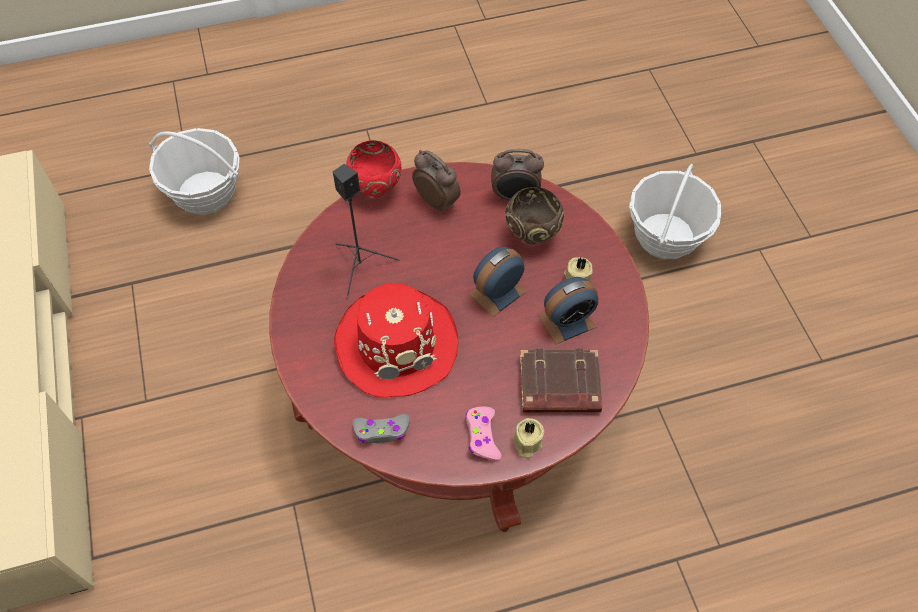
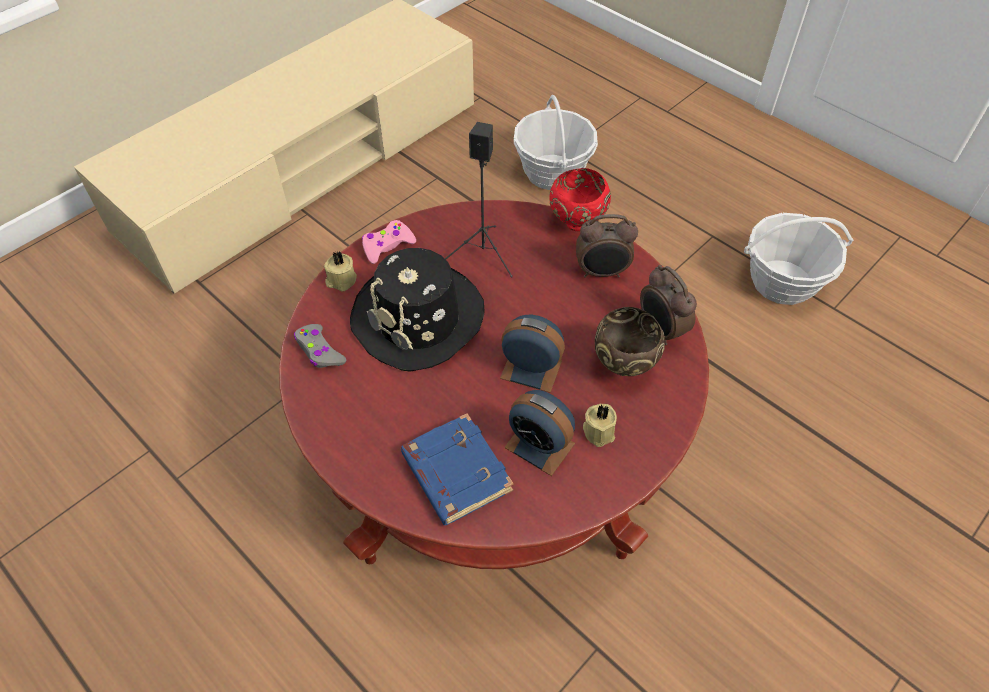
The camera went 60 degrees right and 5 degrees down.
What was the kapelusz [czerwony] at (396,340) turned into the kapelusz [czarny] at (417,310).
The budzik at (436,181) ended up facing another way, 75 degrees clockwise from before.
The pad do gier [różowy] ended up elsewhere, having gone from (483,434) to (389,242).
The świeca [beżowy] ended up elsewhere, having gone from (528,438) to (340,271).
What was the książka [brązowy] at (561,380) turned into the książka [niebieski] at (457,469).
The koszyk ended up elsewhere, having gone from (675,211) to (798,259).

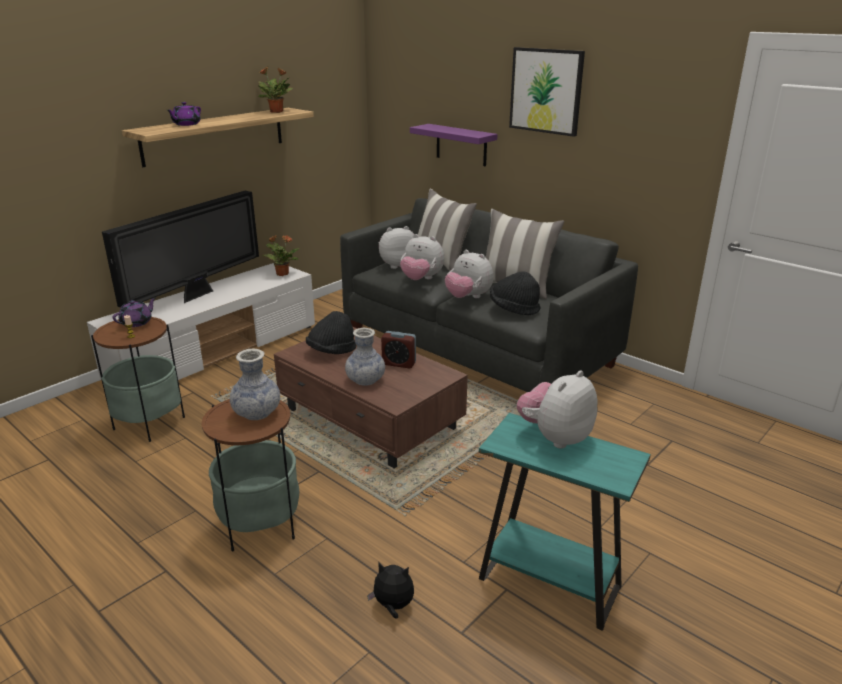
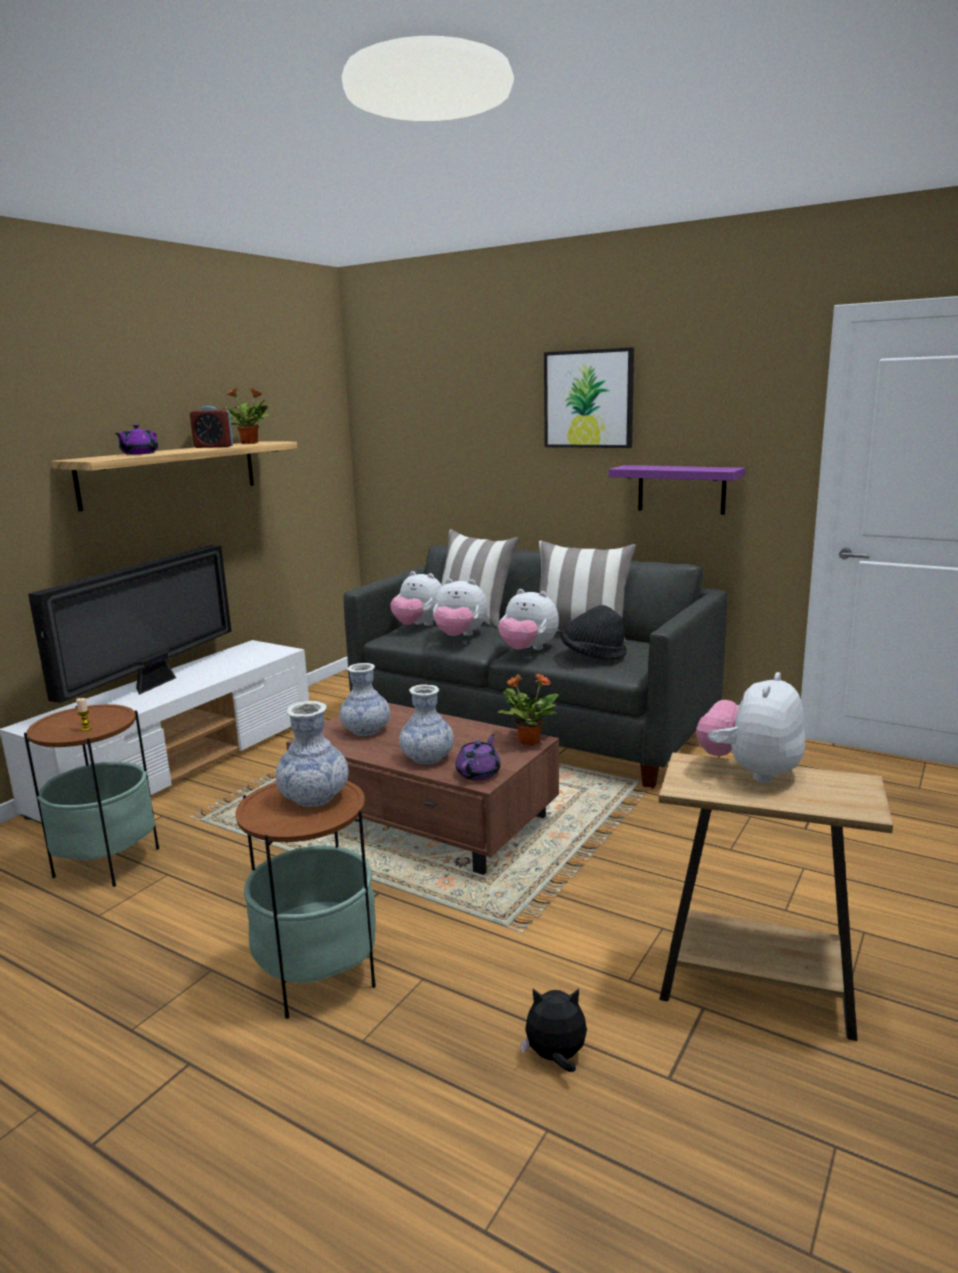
The camera went 10 degrees left and 10 degrees down.
The imbryk [fioletowy] ended up elsewhere, having gone from (134,312) to (478,757).
The roślina doniczkowa ended up elsewhere, having gone from (280,255) to (528,709).
Where the kapelusz [czarny] stood at (331,332), the wazon came to stand at (364,699).
The pluszak at (397,247) ended up facing another way, 120 degrees counterclockwise from before.
The budzik ended up elsewhere, having gone from (398,350) to (211,427).
The półka [fioletowy] ended up elsewhere, having gone from (454,145) to (676,490).
What was the stolik [turkusowy] at (565,522) turned into the stolik [brązowy] at (776,896).

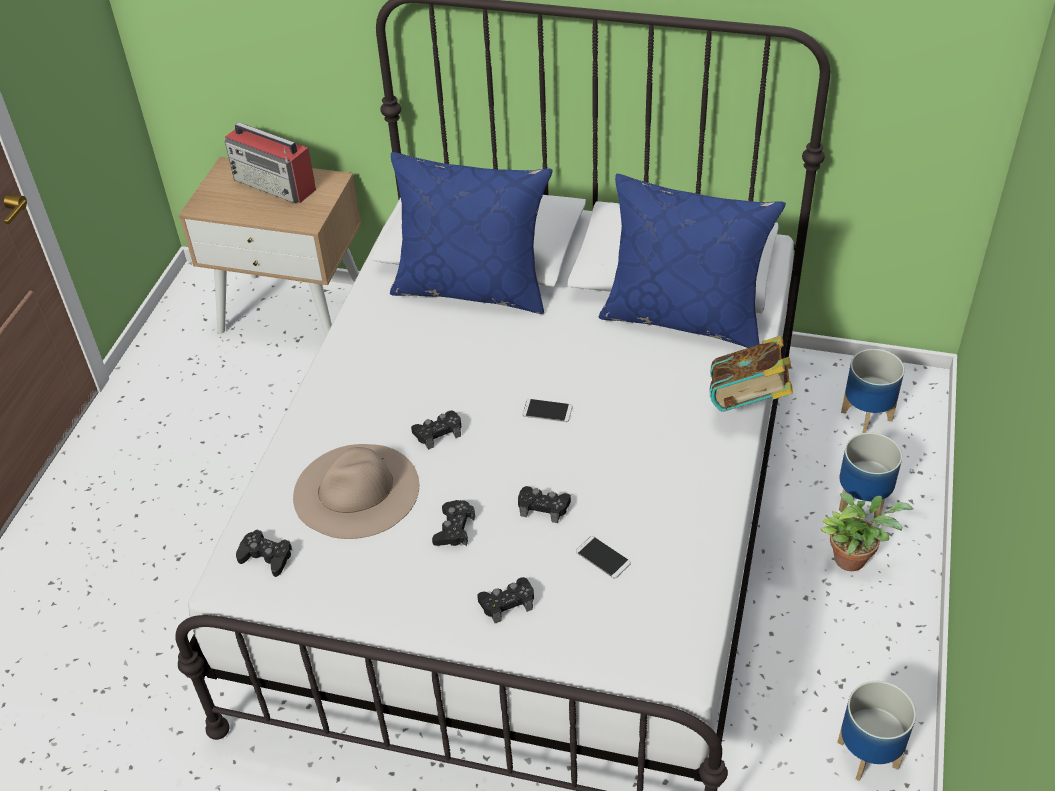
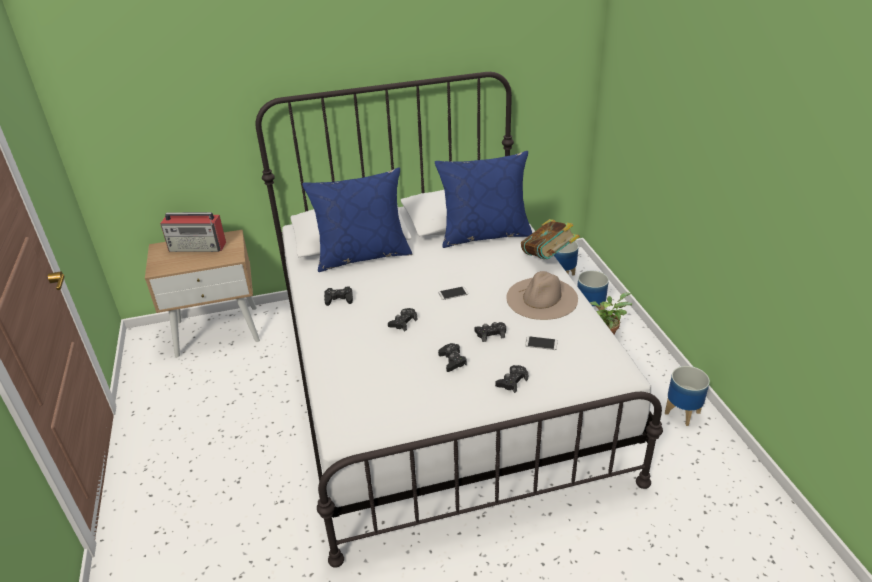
The camera went 30 degrees left and 10 degrees down.
The pad do gier [czarny] ended up elsewhere, having gone from (264,553) to (338,296).
The kapelusz [beżowy] ended up elsewhere, having gone from (356,491) to (542,295).

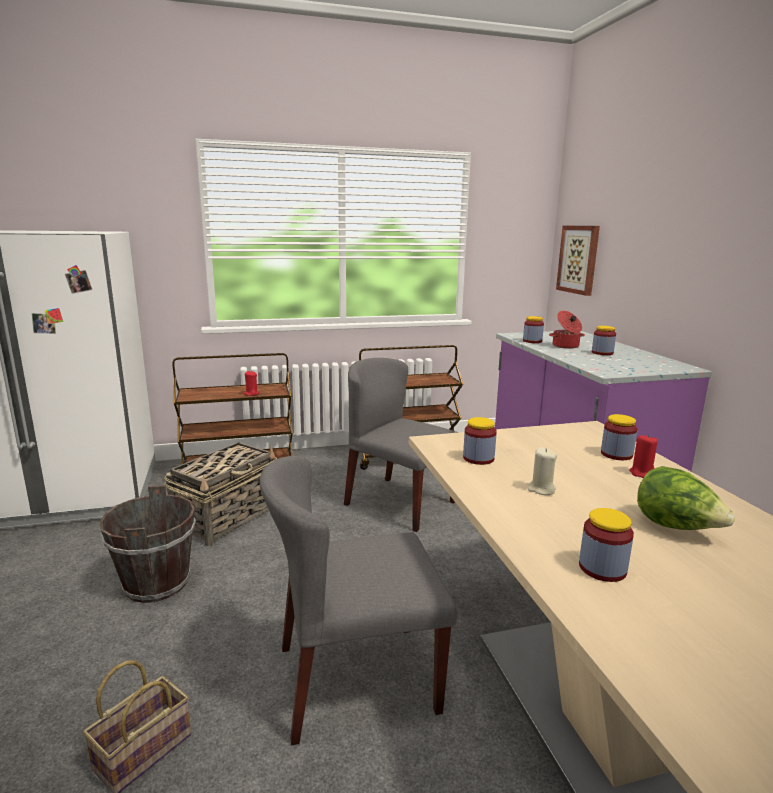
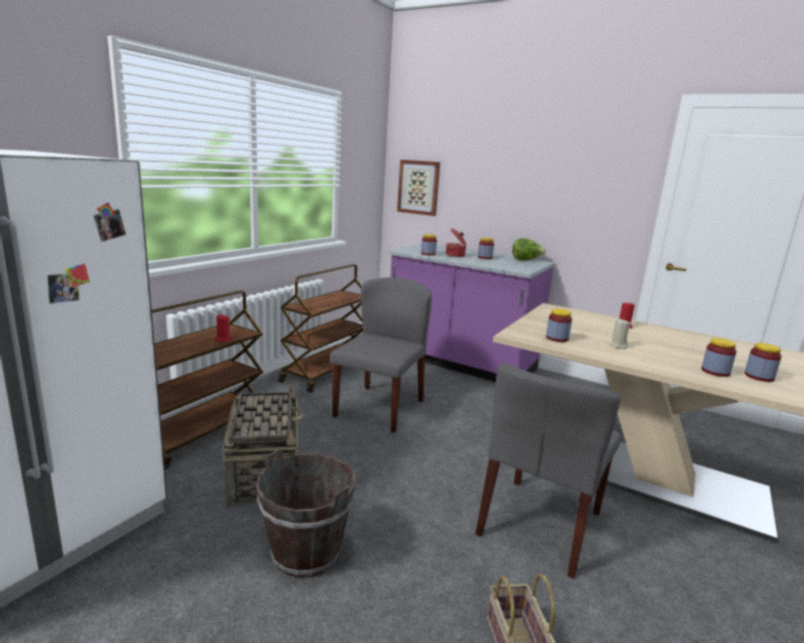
The camera went 45 degrees left and 0 degrees up.
The krzesło [szary] at (401,445) ended up facing another way, 120 degrees clockwise from before.
The słoik ended up elsewhere, having gone from (619,437) to (763,362).
The sałata ended up elsewhere, having gone from (686,498) to (529,249).

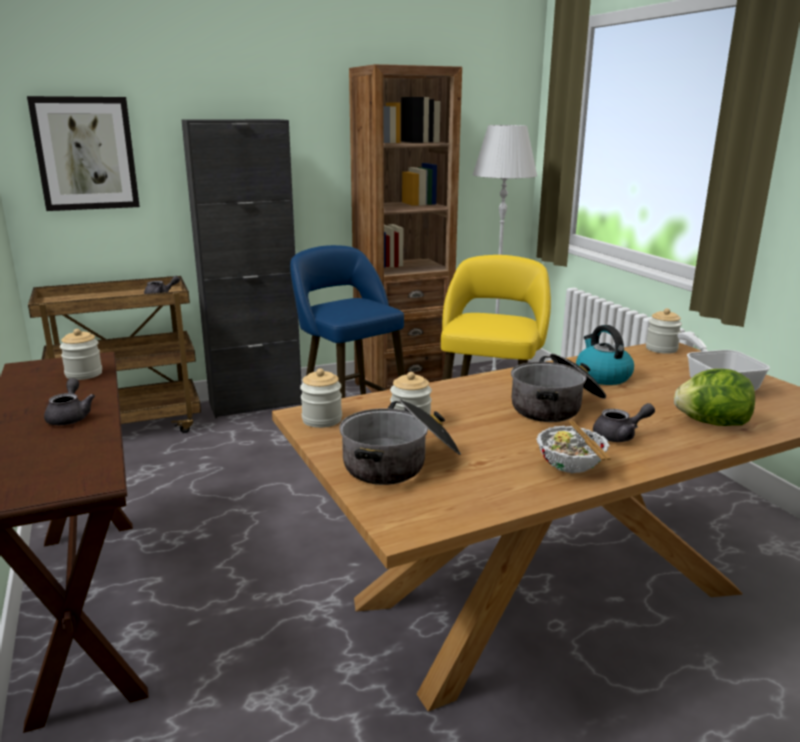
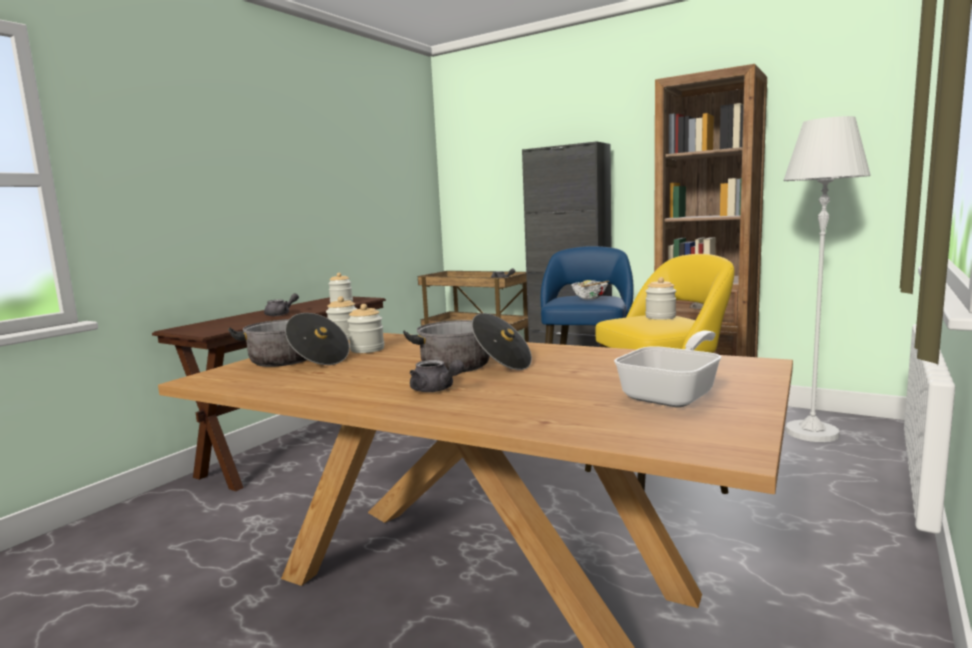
The camera went 55 degrees right and 10 degrees down.
The second view lost the obraz at (83,153).
The miska ended up elsewhere, having gone from (573,447) to (590,290).
The second view lost the czajnik at (605,355).
The słoik ended up elsewhere, having gone from (664,331) to (660,298).
The second view lost the sałata at (714,397).

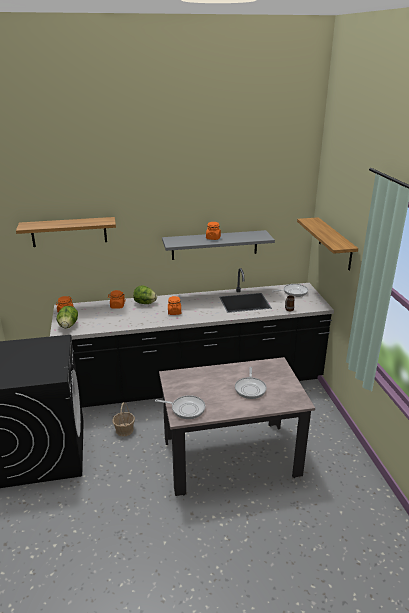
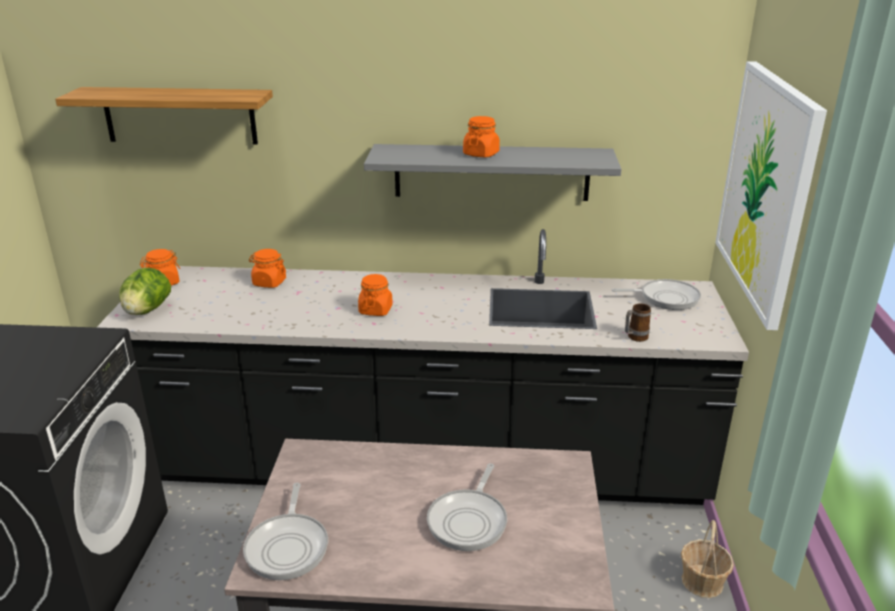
The camera went 15 degrees right and 0 degrees up.
The koszyk ended up elsewhere, having gone from (123,419) to (707,559).
The second view lost the sałata at (145,294).
The patelnia at (180,407) ended up facing another way, 60 degrees clockwise from before.
Where the półka hung at (327,243), the obraz came to hang at (771,195).

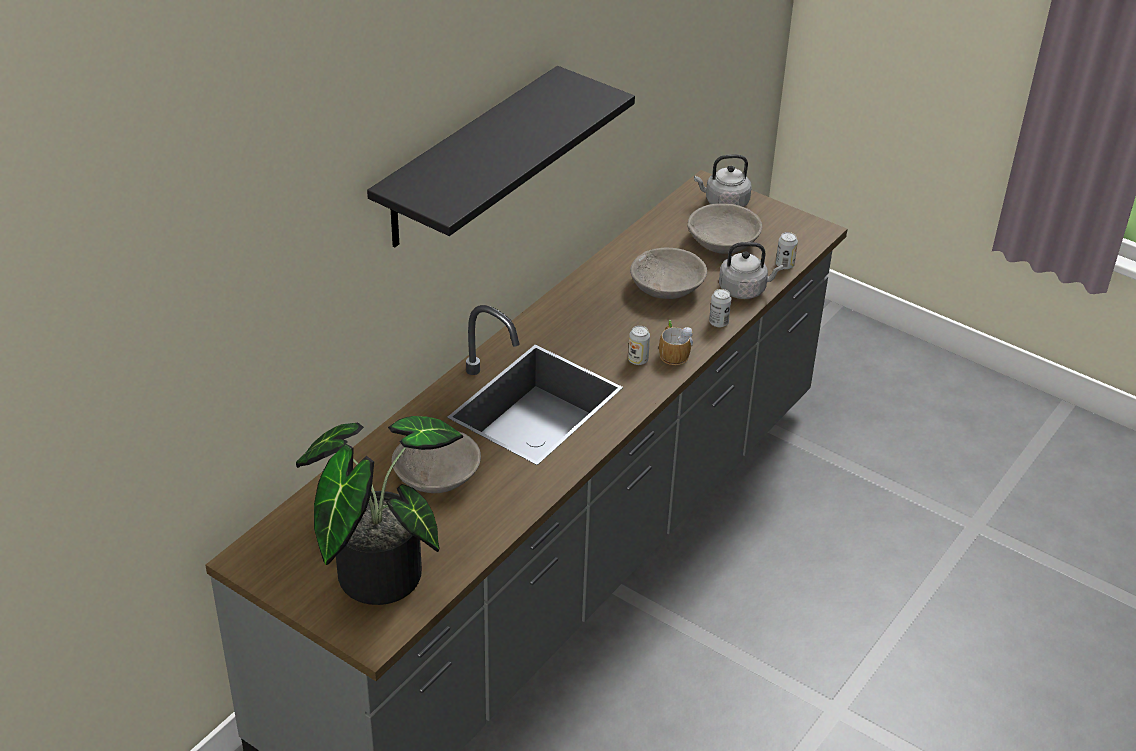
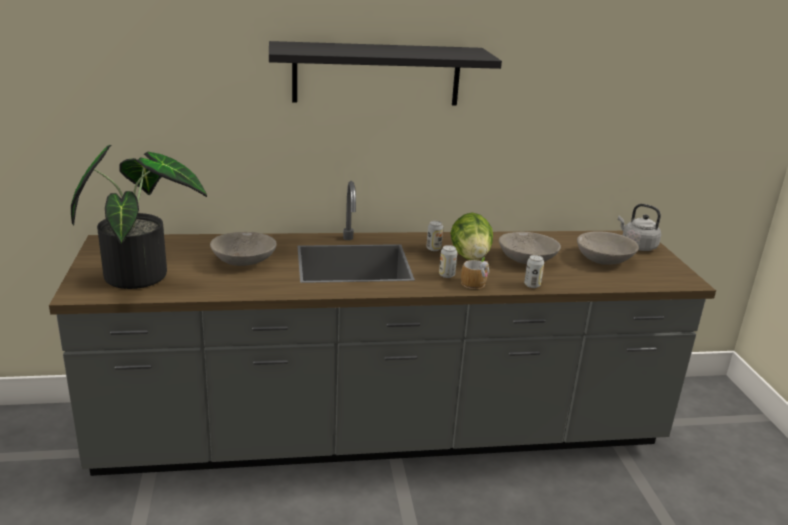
The camera went 45 degrees right and 15 degrees down.
The second view lost the czajnik [szary] at (751,270).
The puszka ended up elsewhere, having gone from (787,250) to (434,236).
The second view gained the sałata at (471,236).

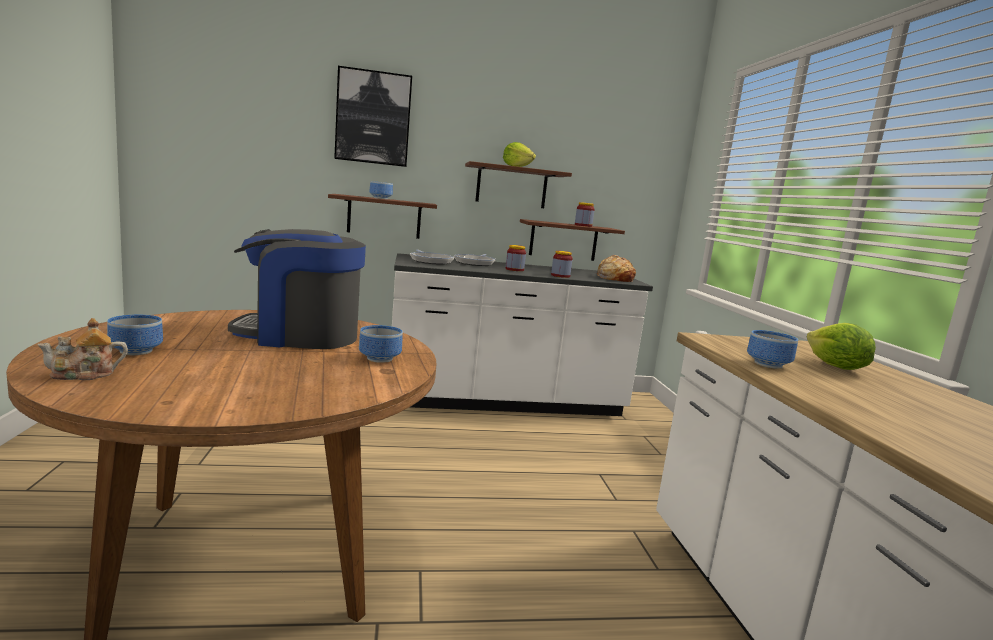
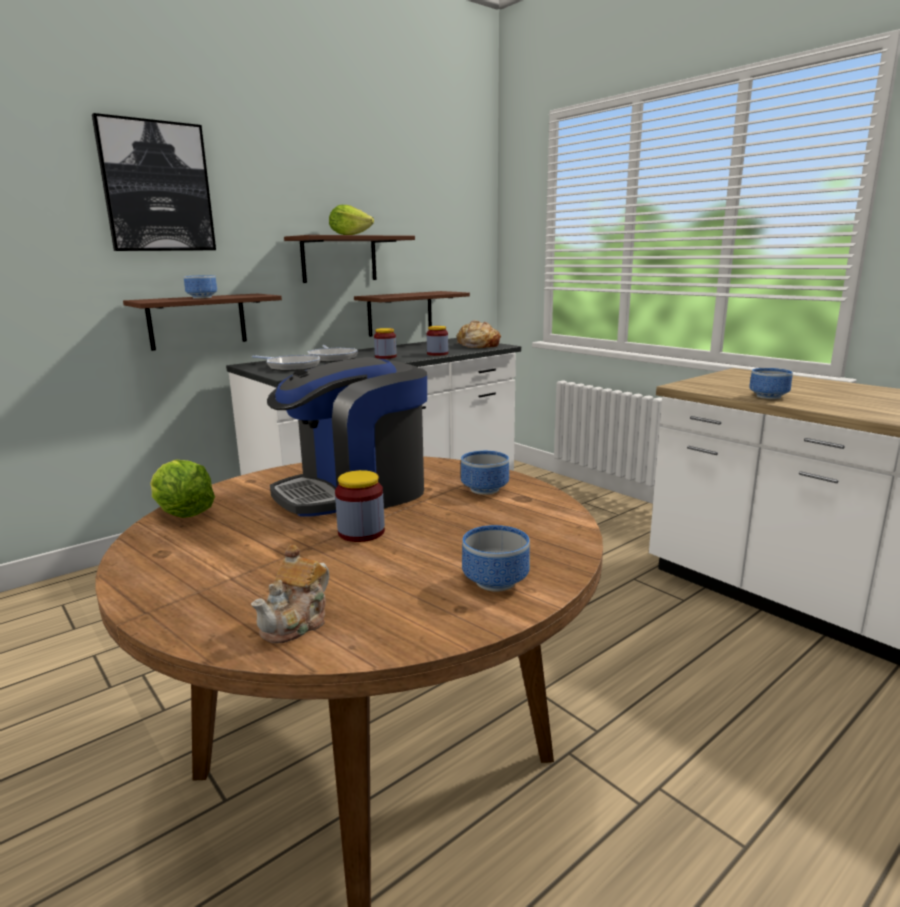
The camera went 30 degrees left and 5 degrees up.
The miska ended up elsewhere, having gone from (135,335) to (496,558).
The słoik ended up elsewhere, having gone from (585,214) to (360,506).
The sałata ended up elsewhere, having gone from (841,346) to (182,489).

